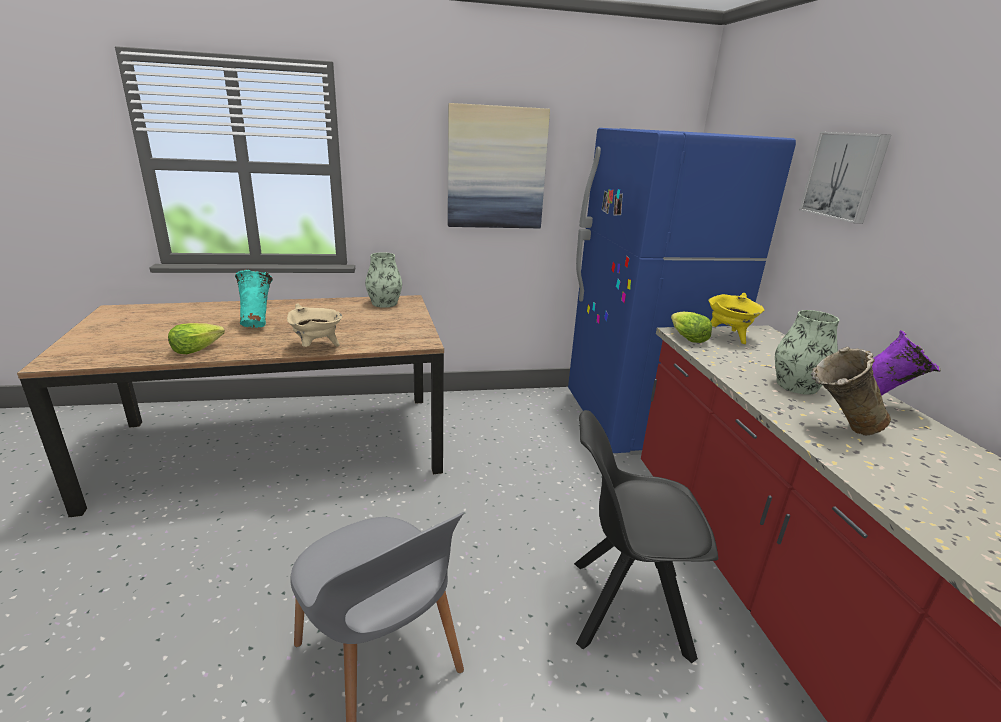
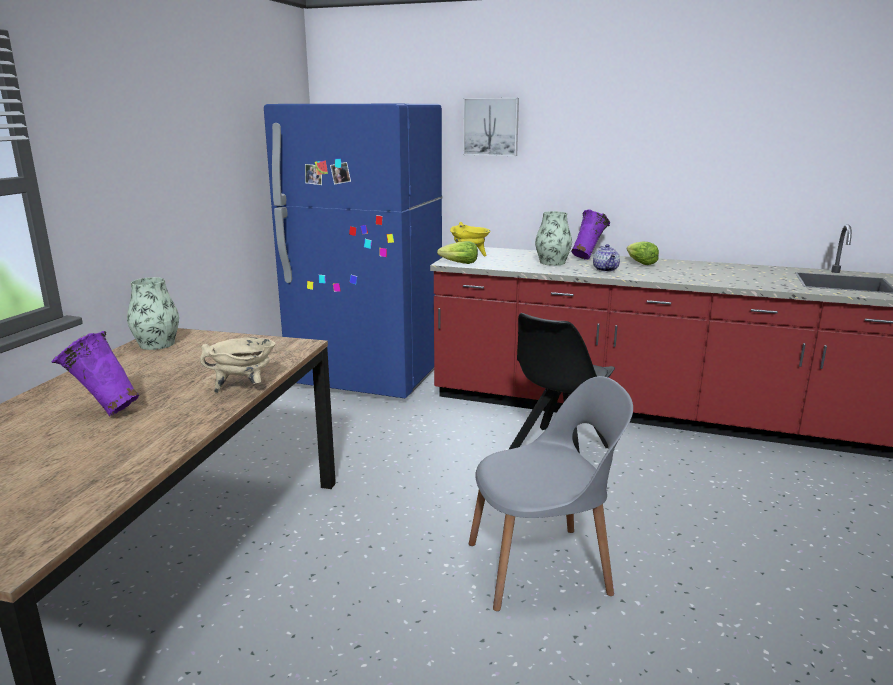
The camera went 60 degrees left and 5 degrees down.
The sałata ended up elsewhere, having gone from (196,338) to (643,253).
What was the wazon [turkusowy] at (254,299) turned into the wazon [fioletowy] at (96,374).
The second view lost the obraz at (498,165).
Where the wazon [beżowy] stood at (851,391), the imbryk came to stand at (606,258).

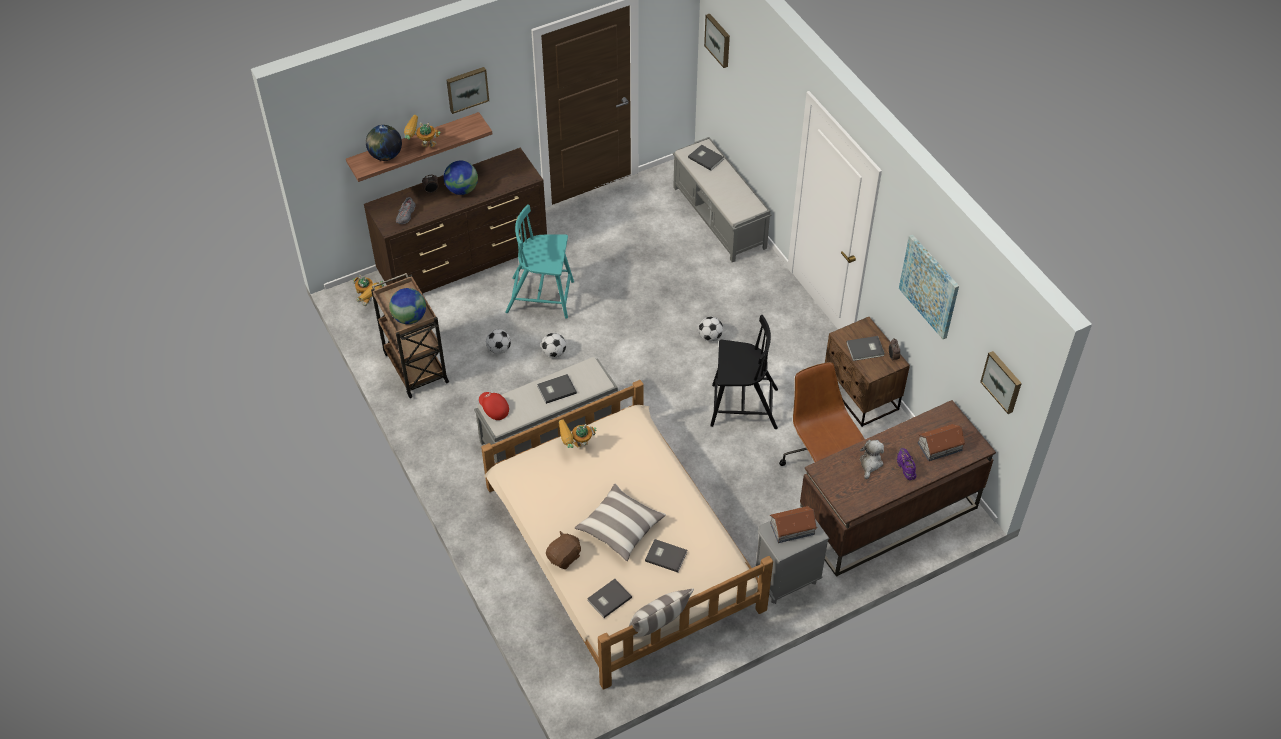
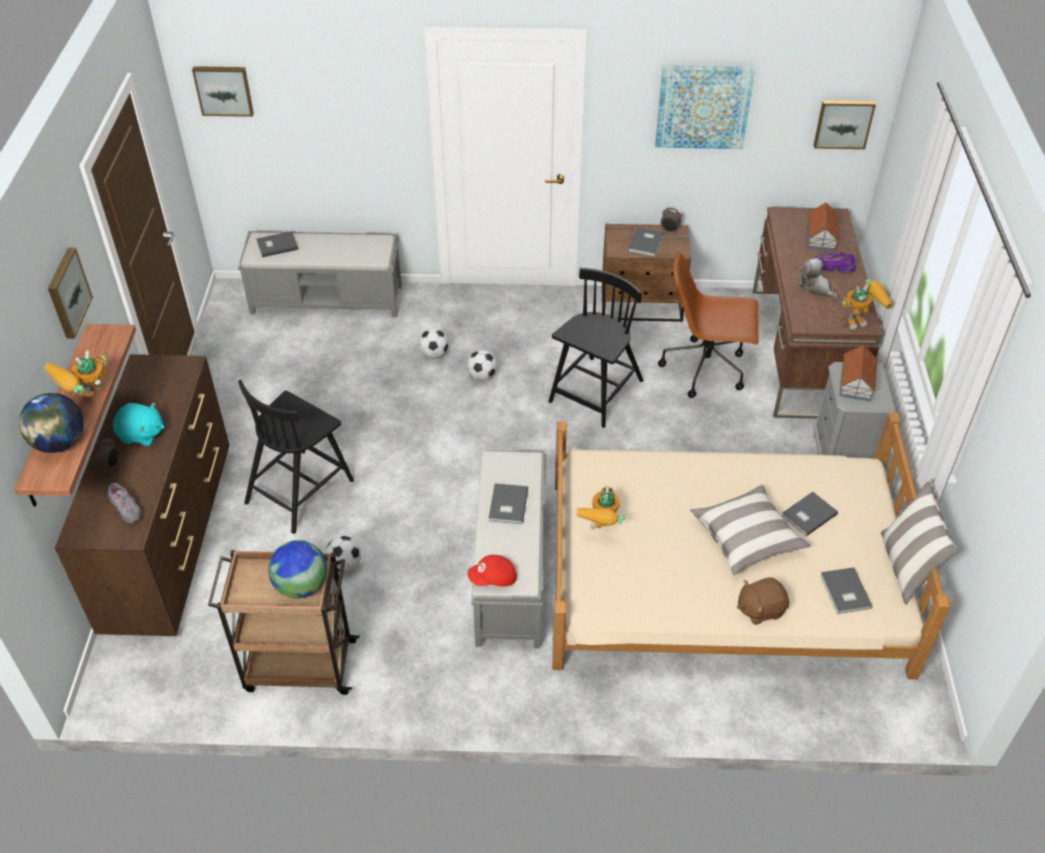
The camera went 60 degrees left and 5 degrees down.
The robot zabawkowy ended up elsewhere, having gone from (368,290) to (867,304).
Where the globus stood at (461,177), the pluszak [turkusowy] came to stand at (138,424).
What was the krzesło [turkusowy] at (539,262) turned into the krzesło [czarny] at (296,457).
The piłka futbolowa ended up elsewhere, having gone from (553,345) to (433,343).
The pluszak [brązowy] at (563,550) ended up facing another way, 90 degrees counterclockwise from before.

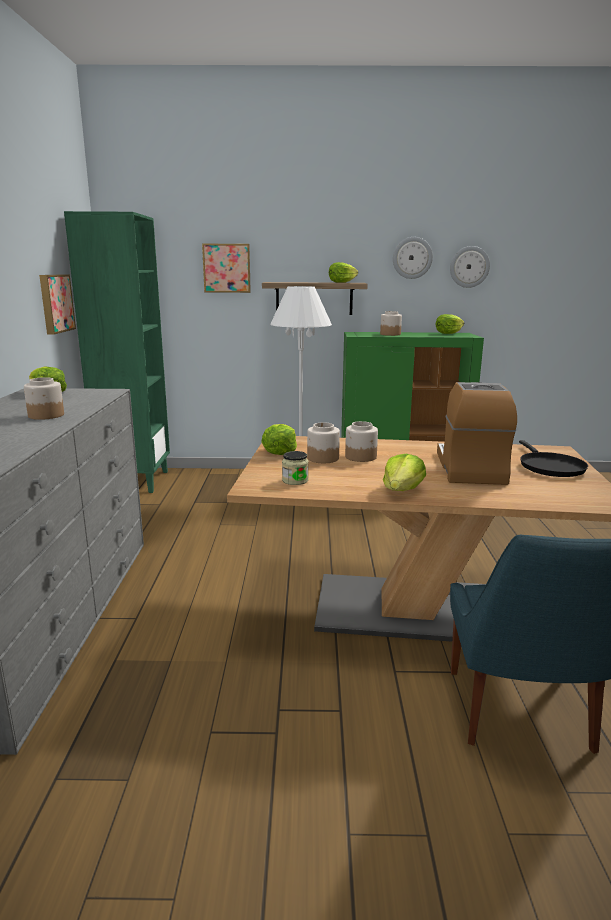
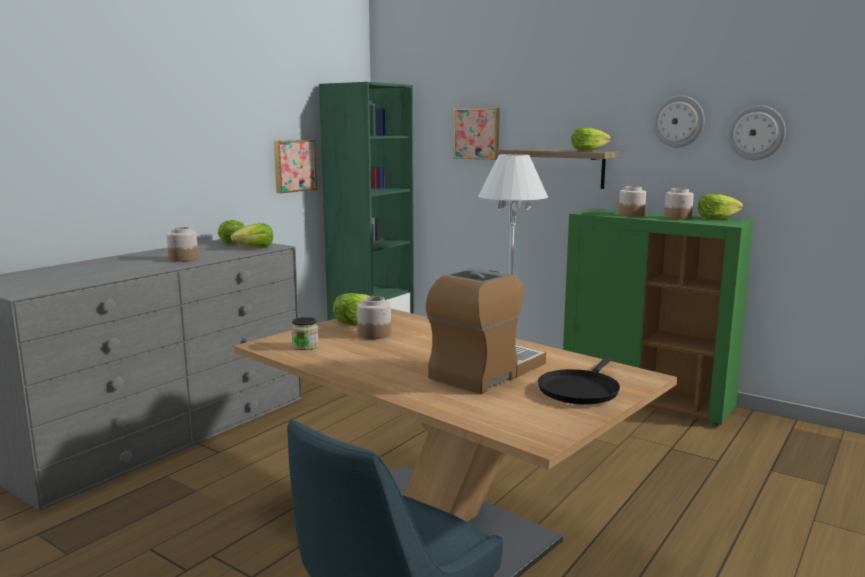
The camera went 35 degrees right and 5 degrees down.
The słoik ended up elsewhere, having gone from (361,441) to (679,204).
The sałata ended up elsewhere, having gone from (404,472) to (252,235).

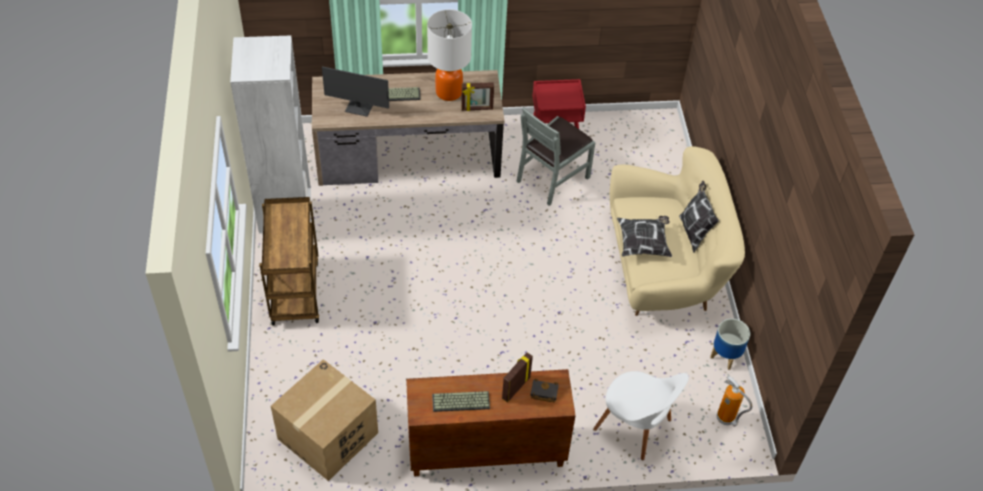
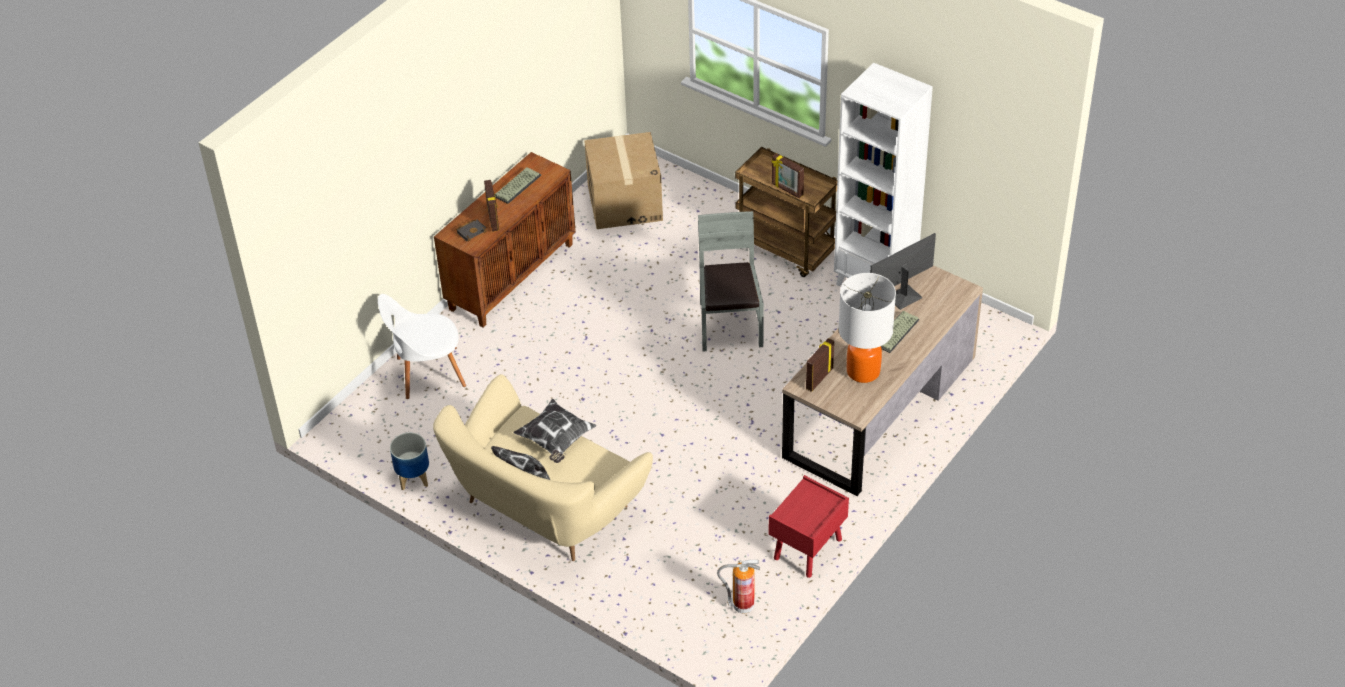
The camera went 135 degrees right and 5 degrees down.
The krzesło [szary] ended up elsewhere, having gone from (556,156) to (731,281).
The gaśnica ended up elsewhere, having gone from (734,401) to (738,586).
The second view gained the ramka na zdjęcie at (787,176).

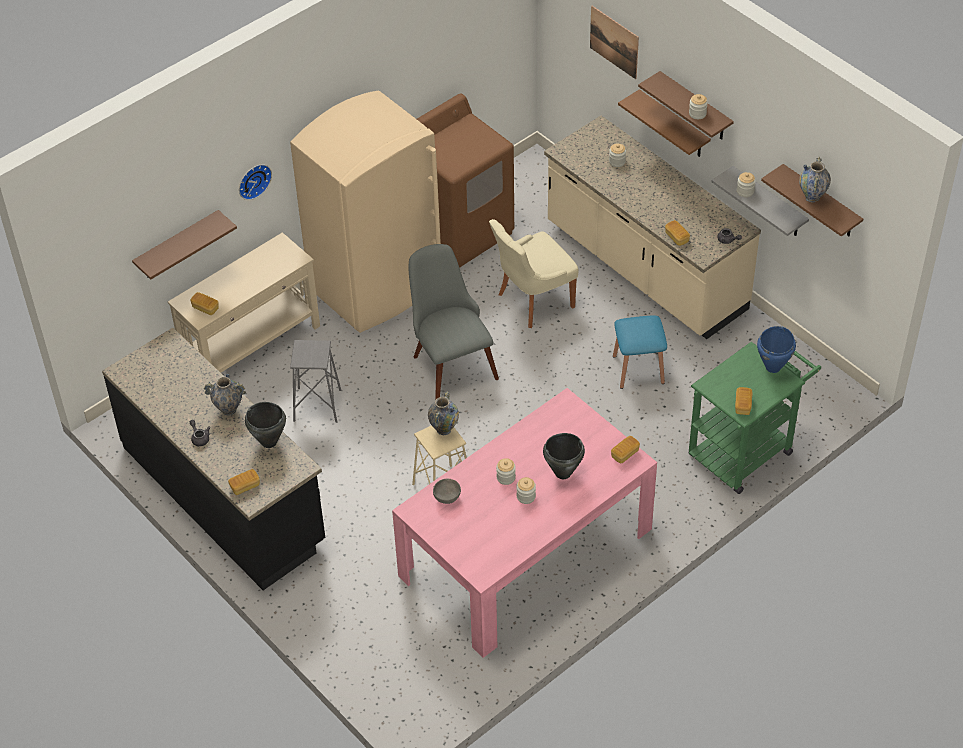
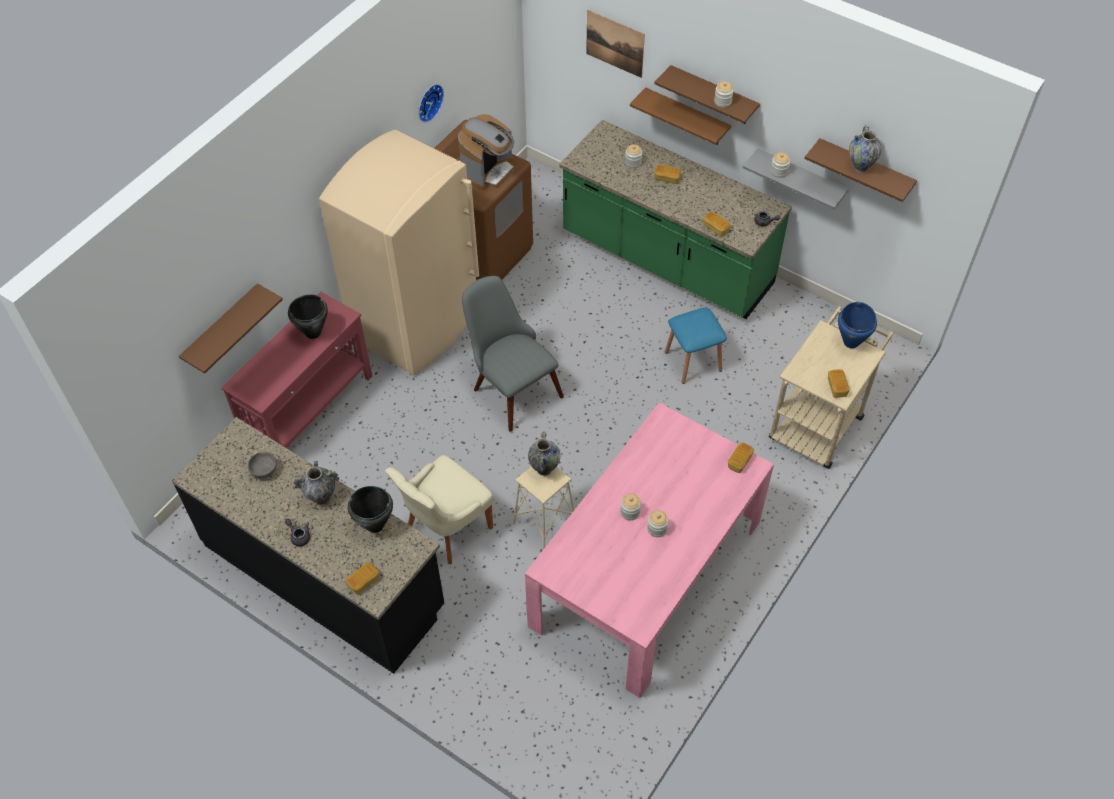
The camera went 15 degrees left and 5 degrees up.
What was the stolik konsolowy [beżowy] at (244,302) turned into the stolik konsolowy [czerwony] at (296,370).
The chleb ended up elsewhere, having gone from (205,303) to (668,174).
The zegar ścienny ended up elsewhere, having gone from (255,182) to (431,103).
The second view lost the stołek [szary] at (315,381).
The miska [szary] ended up elsewhere, having gone from (447,491) to (262,465).
The krzesło [beżowy] ended up elsewhere, having gone from (534,273) to (439,509).
The garnek [czarny] ended up elsewhere, having gone from (564,456) to (308,316).
What was the zabudowa kuchenna [beżowy] at (652,227) turned into the zabudowa kuchenna [zielony] at (675,219).
What was the wózek [zielony] at (755,418) turned into the wózek [beżowy] at (831,387).
The second view gained the ekspres do kawy at (486,152).

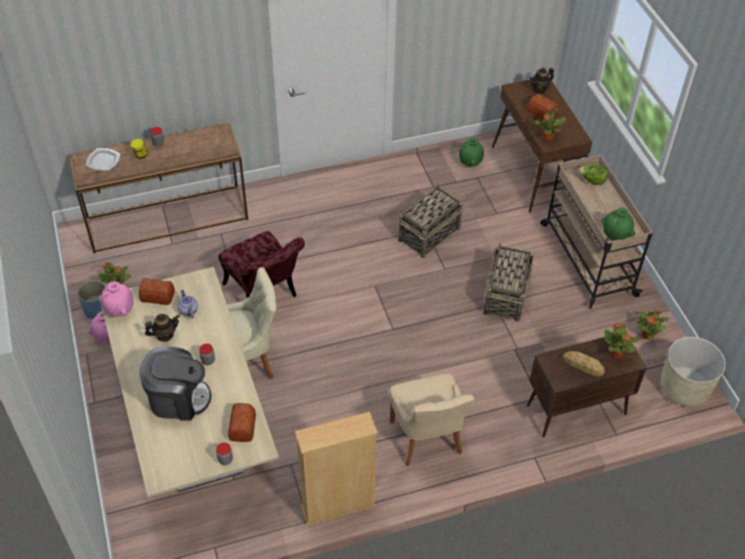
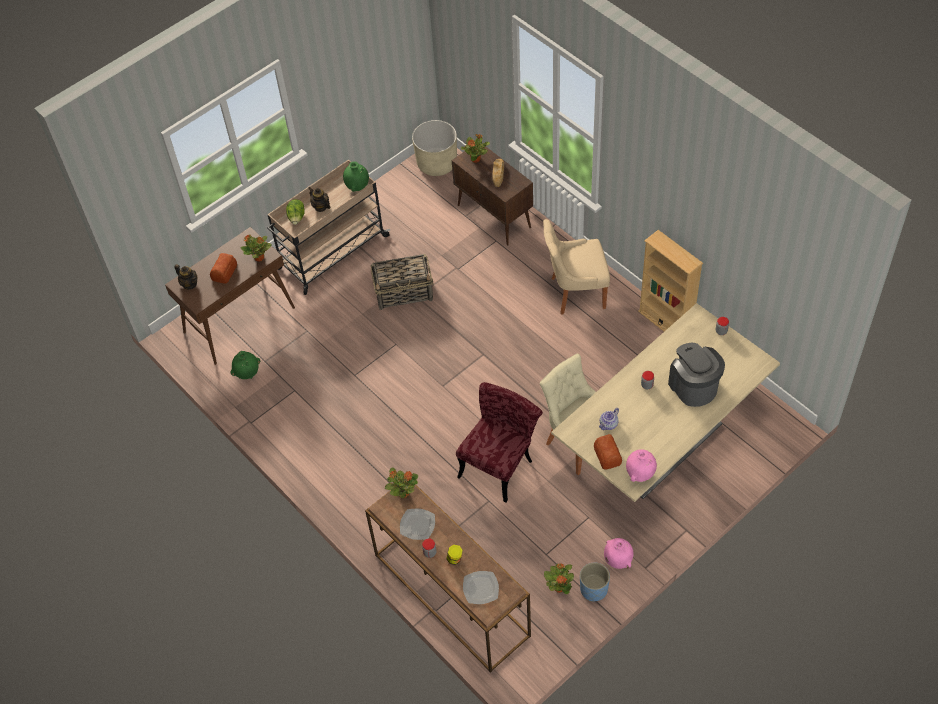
The camera went 110 degrees left and 5 degrees up.
The imbryk ended up elsewhere, having gone from (162,328) to (319,199).
The second view lost the chleb at (242,422).
The krzesło [beżowy] at (432,420) ended up facing another way, 150 degrees counterclockwise from before.
The second view lost the koszyk at (431,221).
The roślina doniczkowa ended up elsewhere, having gone from (653,324) to (401,482).
The second view gained the talerz at (417,524).

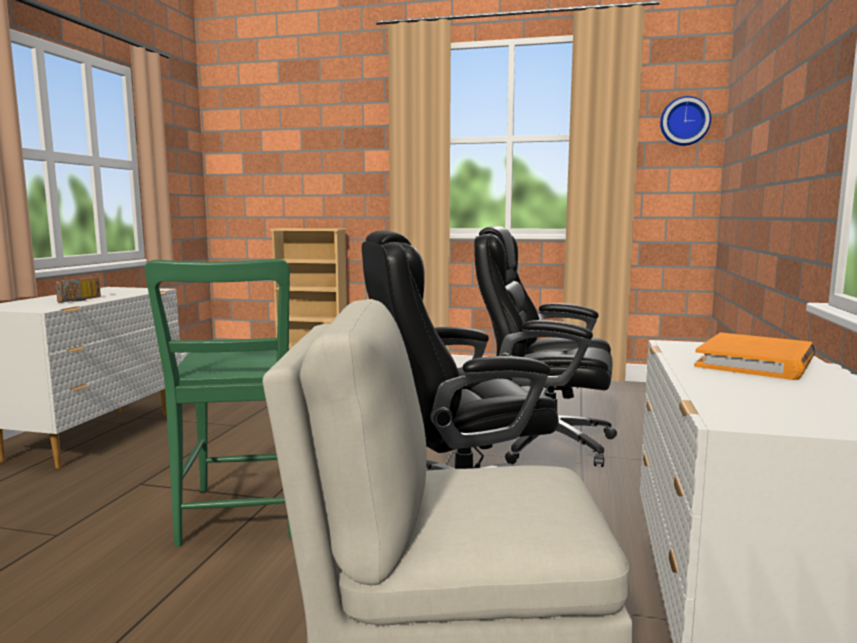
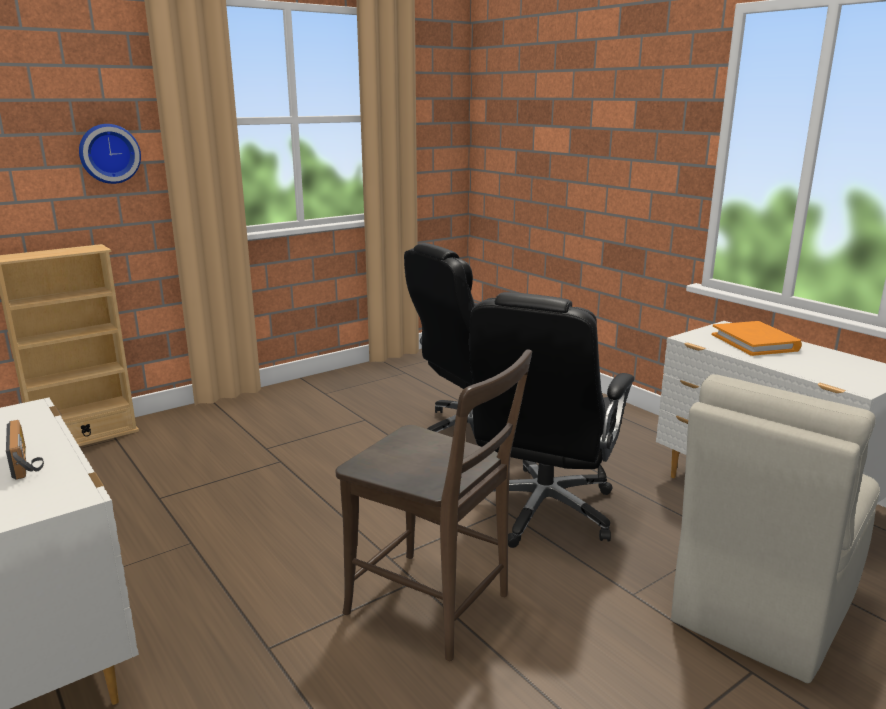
The camera went 50 degrees left and 10 degrees up.
What was the krzesło [zielony] at (218,403) turned into the krzesło [brązowy] at (434,505).
The zegar ścienny ended up elsewhere, having gone from (685,121) to (110,154).

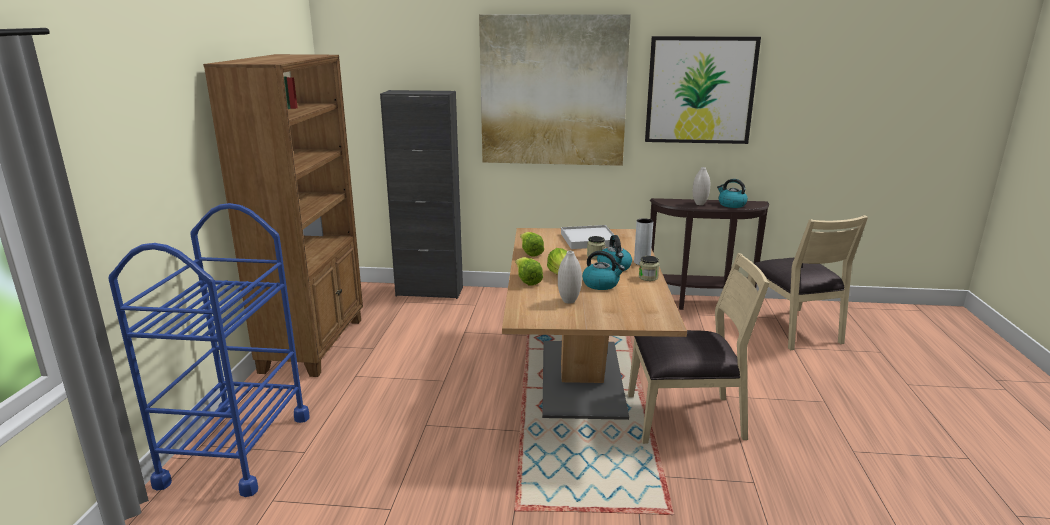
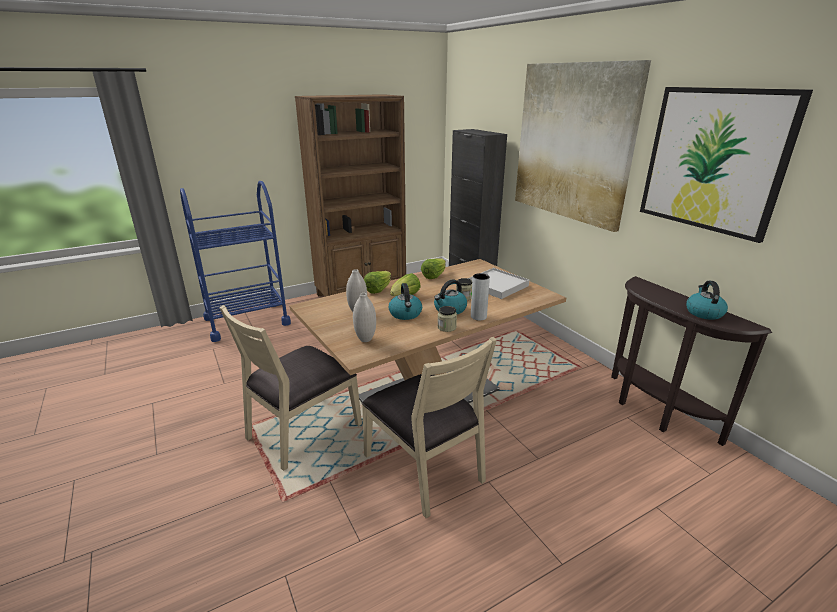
The camera went 55 degrees right and 5 degrees up.
The wazon [biały] ended up elsewhere, having gone from (701,186) to (364,317).
The krzesło [beżowy] ended up elsewhere, having gone from (808,282) to (290,388).

